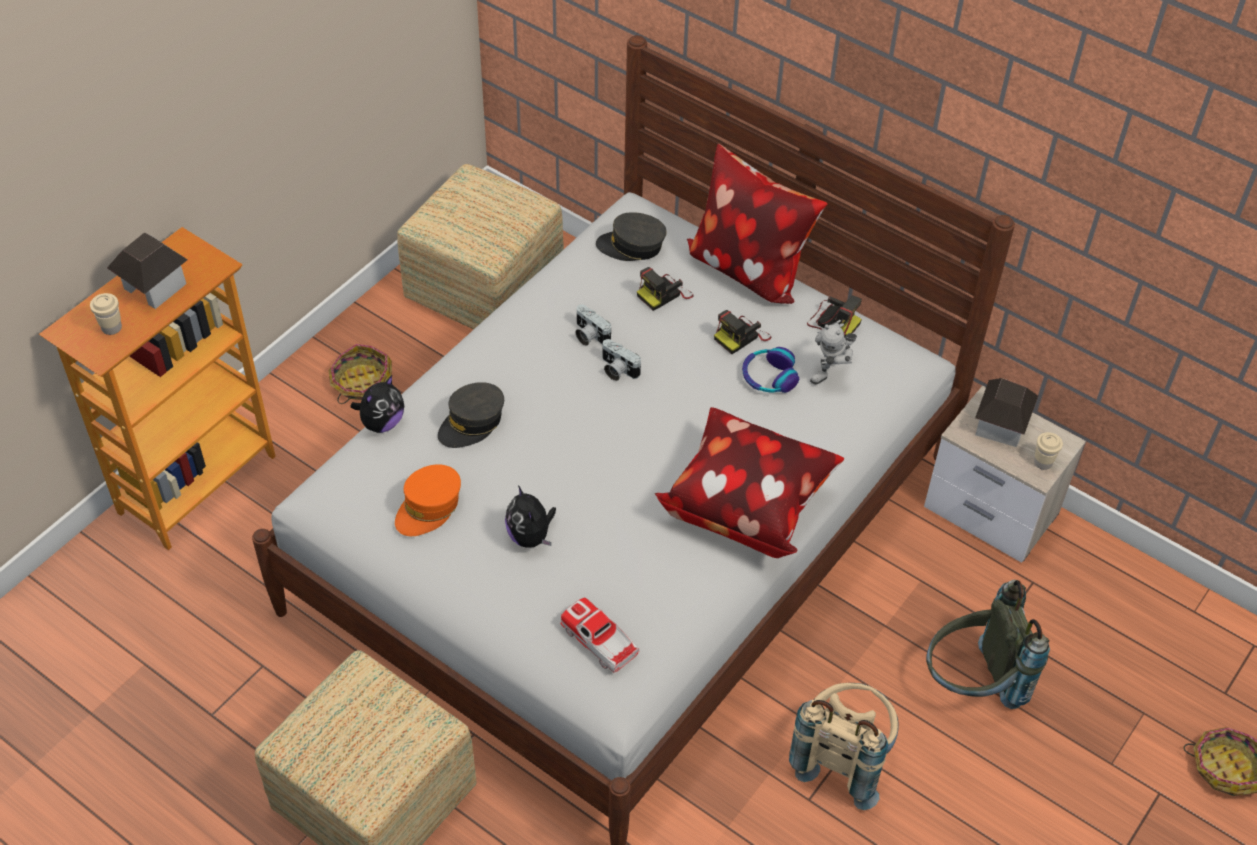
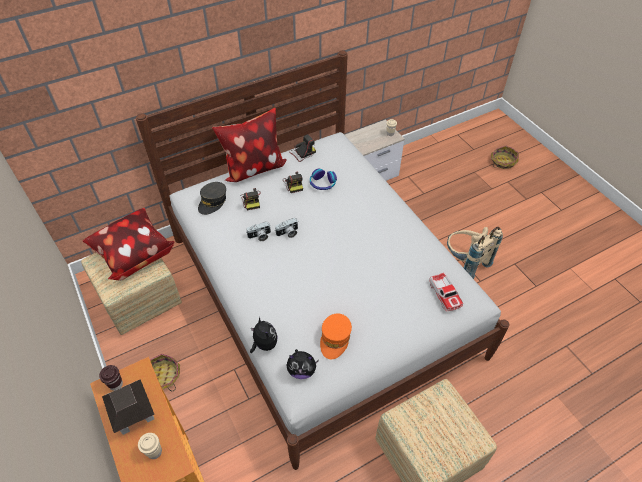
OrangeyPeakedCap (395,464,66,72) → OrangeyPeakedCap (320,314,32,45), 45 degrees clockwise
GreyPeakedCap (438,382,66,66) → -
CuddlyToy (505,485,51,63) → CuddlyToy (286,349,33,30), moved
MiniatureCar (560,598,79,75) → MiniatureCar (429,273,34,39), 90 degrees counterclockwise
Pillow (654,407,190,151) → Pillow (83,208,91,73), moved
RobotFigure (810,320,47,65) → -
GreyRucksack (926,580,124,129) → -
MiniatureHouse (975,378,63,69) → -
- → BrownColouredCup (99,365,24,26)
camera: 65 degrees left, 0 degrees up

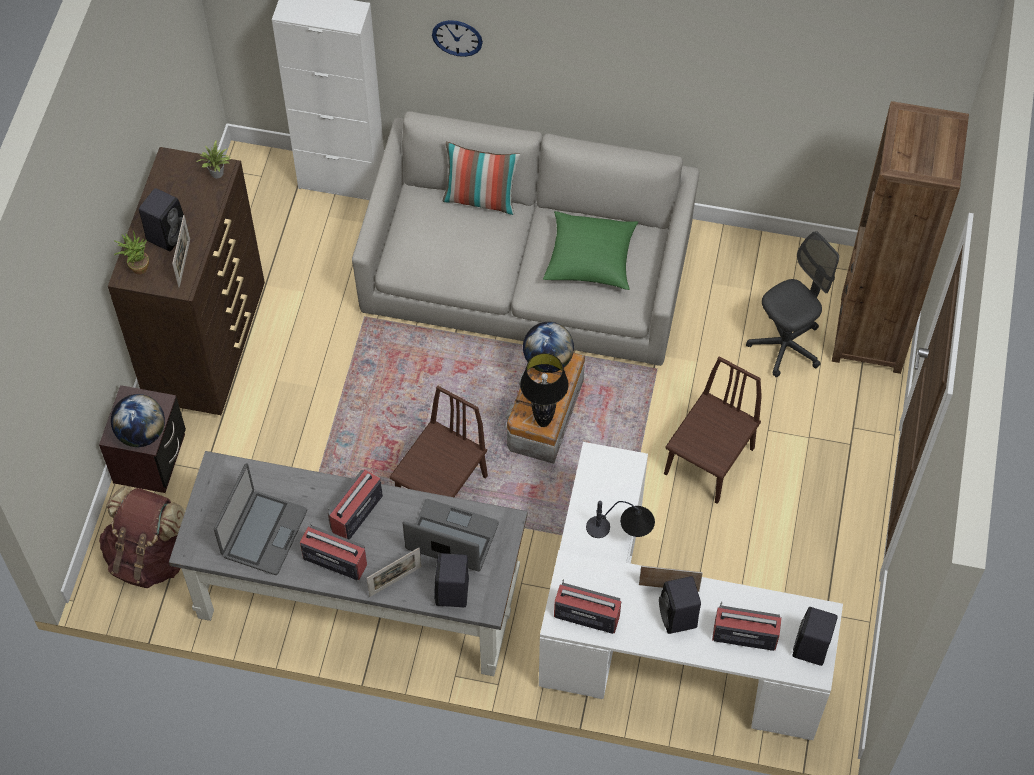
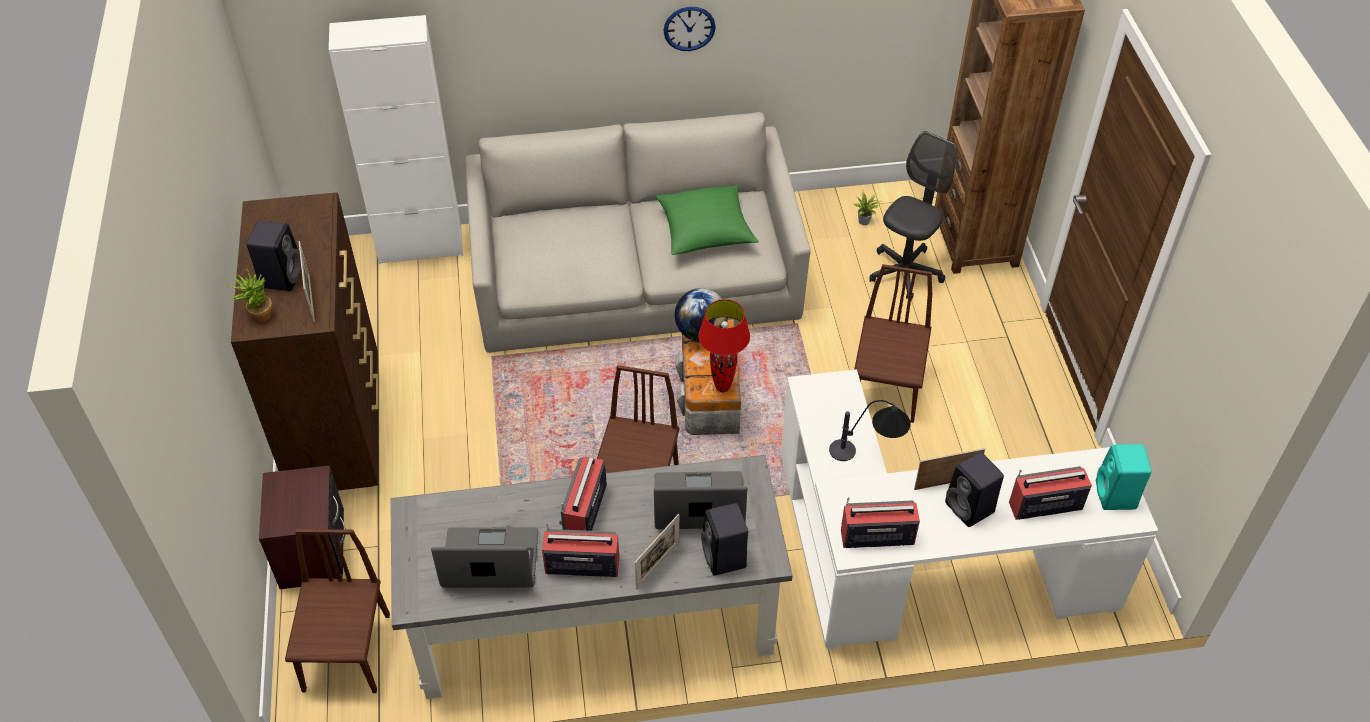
BrownColouredRucksack (99,486,86,102) → BrownColouredChair (285,529,105,164)
DeskGlobe (111,394,54,53) → -
PlantInAPot (197,141,35,38) → PlantInAPot (853,191,29,34), moved
PortableComputer (214,463,93,112) → PortableComputer (431,527,107,61), 90 degrees counterclockwise
WallClock (432,20,51,37) → WallClock (663,7,53,44), moved
Pillow (443,142,77,73) → -
BlackColouredTabletopLamp (520,353,49,74) → RedColouredTabletopLamp (698,299,52,94)
BlackColouredAudioSpeaker (793,607,45,59) → TurquoiseColouredAudioSpeaker (1096,444,55,66)
camera: 20 degrees left, 10 degrees down

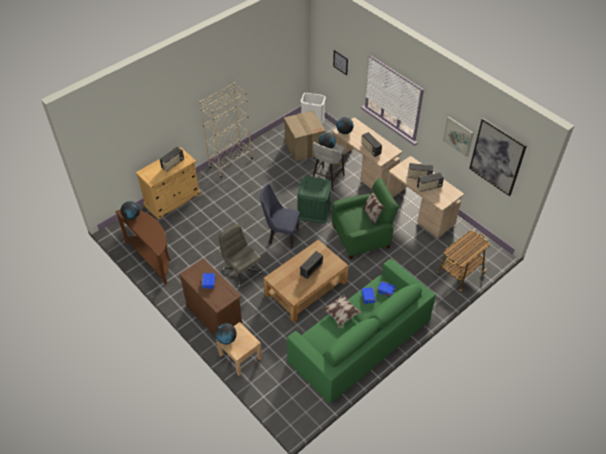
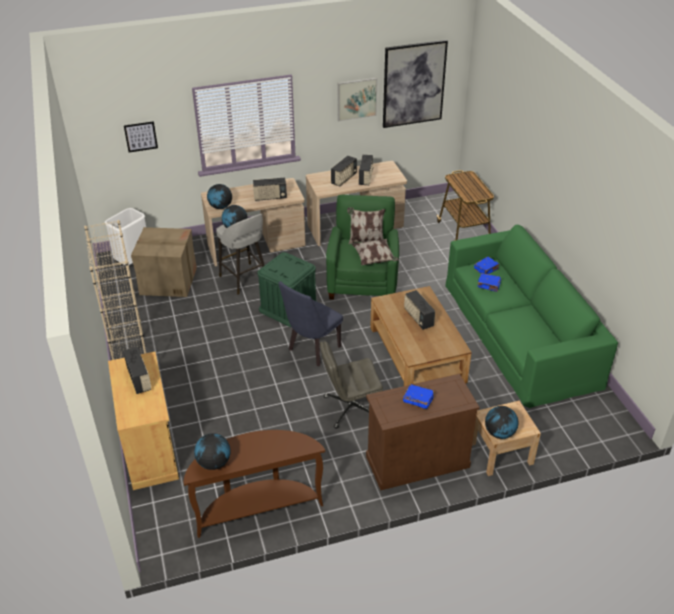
Pillow (322,294,40,35) → Pillow (352,239,47,26), moved
camera: 65 degrees left, 10 degrees down

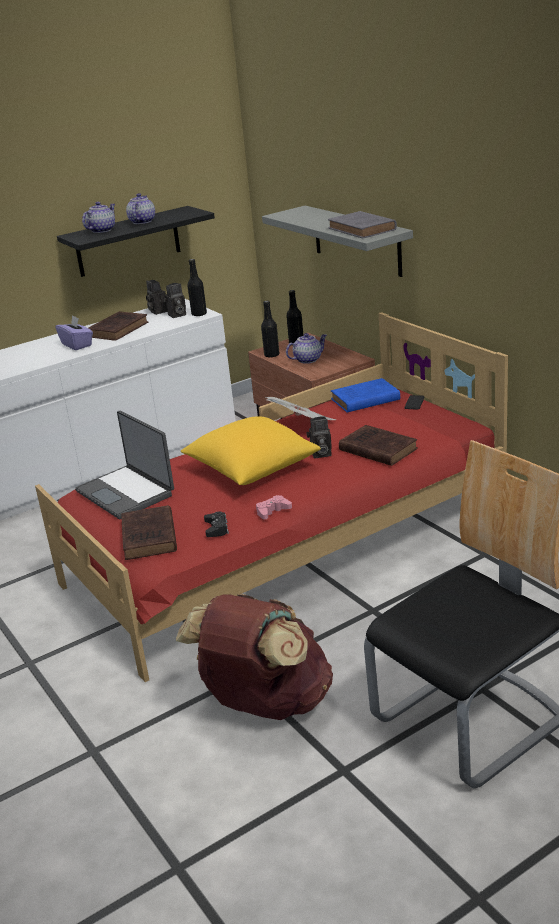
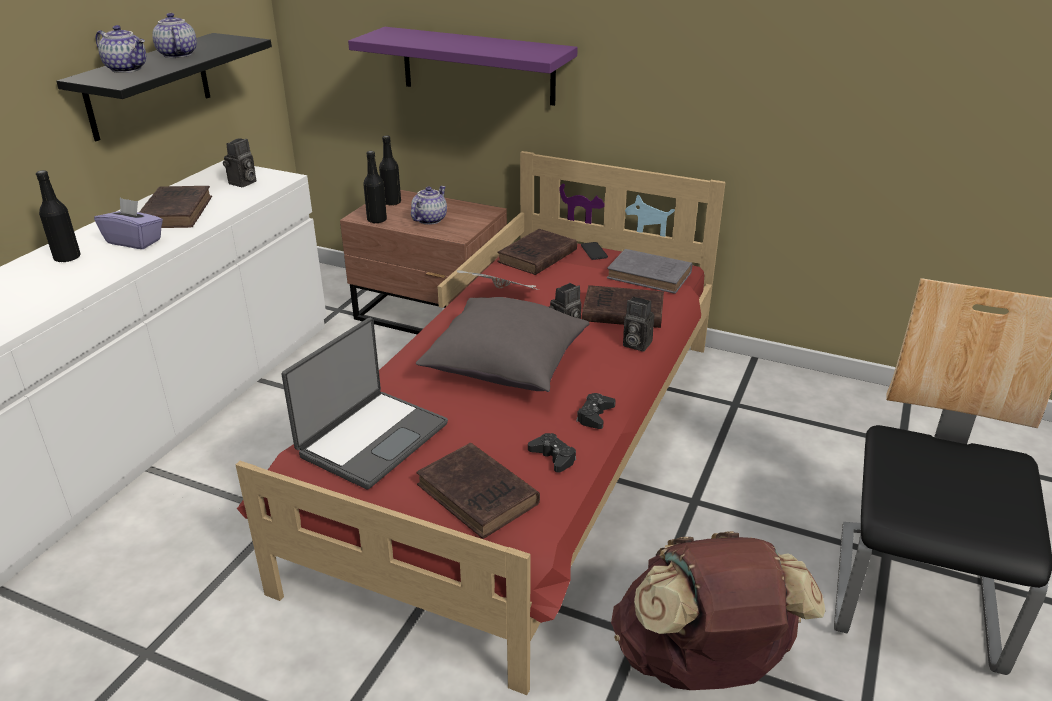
PortableComputer (75,411,99,108) → PortableComputer (281,318,167,172), 75 degrees counterclockwise
PotForTea (82,202,33,31) → PotForTea (95,25,51,48), 120 degrees clockwise
StillCamera (146,280,21,35) → StillCamera (623,297,31,55), moved
YellowColouredPillow (181,416,140,69) → GreyPillow (416,297,173,95)
BlackColouredDrinkBottle (187,259,20,57) → BlackColouredDrinkBottle (36,170,45,93), moved
PinkishGameController (256,495,36,24) → BlackColouredGameController (576,393,40,36)
GreyBracketShelf (262,206,151,71) → PurplishBracketShelf (348,27,230,79)
GreyBook (328,211,69,27) → GreyBook (607,249,85,45), moved
BlueColouredBook (331,378,69,34) → BrownColouredBook (497,229,80,46)
camera: 35 degrees left, 5 degrees up

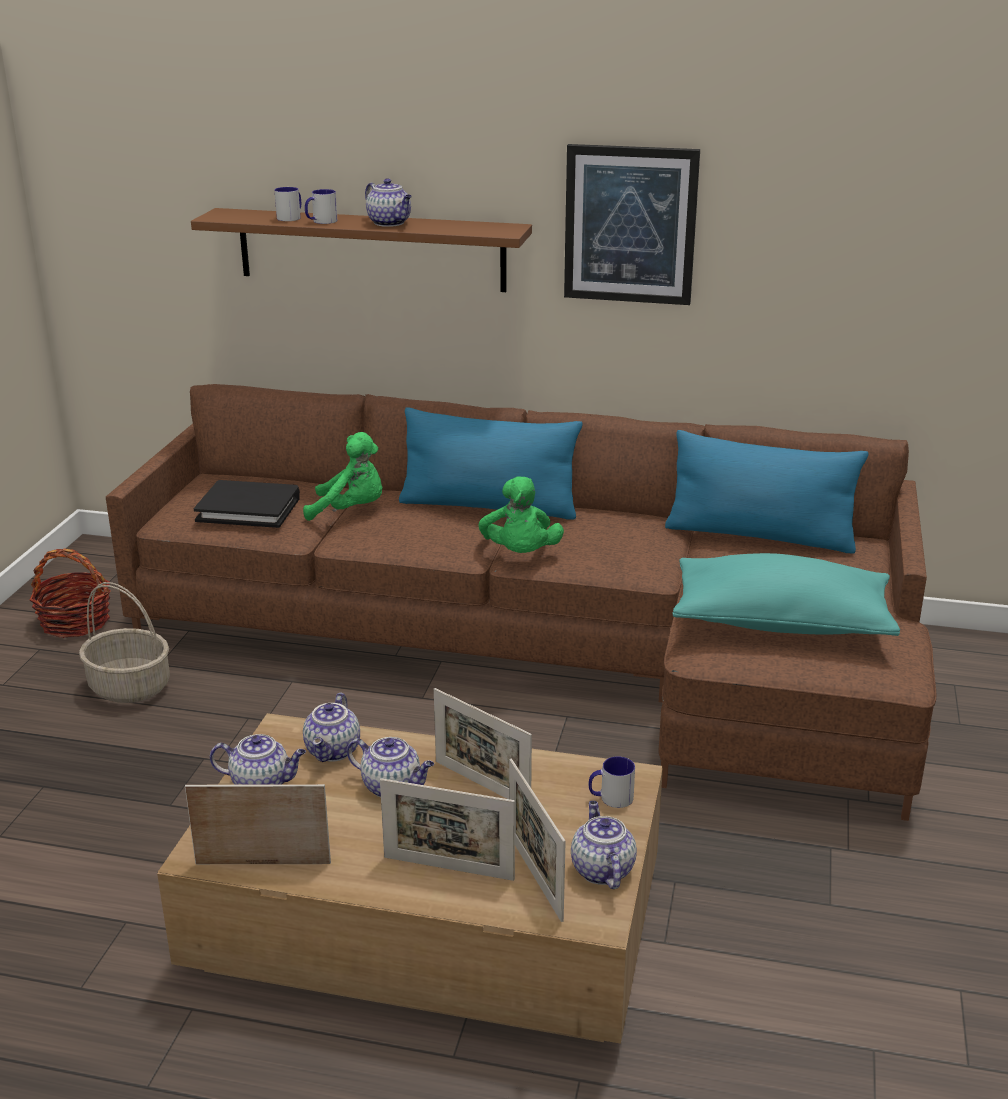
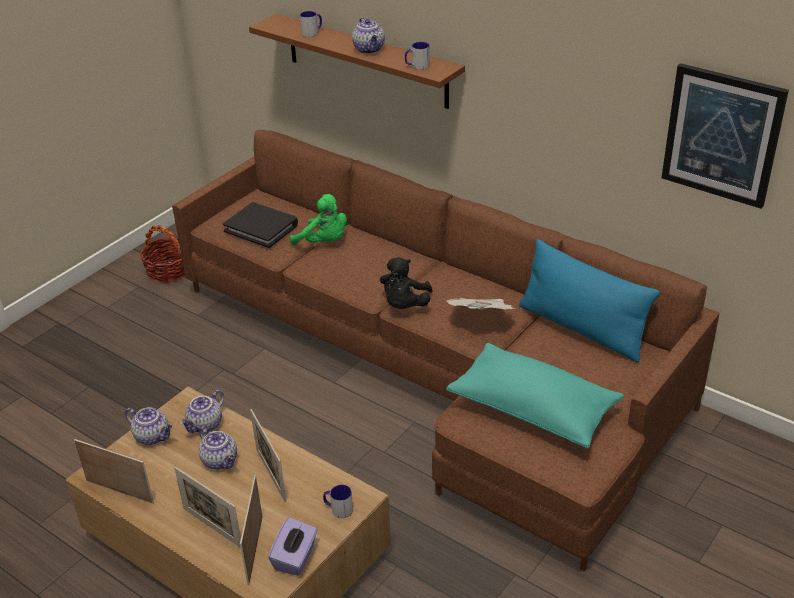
Basket (79,582,91,121) → -
TeaMug (305,189,32,35) → TeaMug (405,42,25,28), moved
BlueColouredPillow (399,407,184,113) → -
GreenColouredCuddlyToy (479,476,85,77) → BlackColouredCuddlyToy (380,257,53,52)
WallArt (564,144,136,161) → WallArt (662,63,127,146), moved
PotForTea (571,801,66,88) → PurplishTissueBox (269,517,48,59)
- → PrintedPaper (446,298,70,13)
camera: 25 degrees right, 10 degrees up

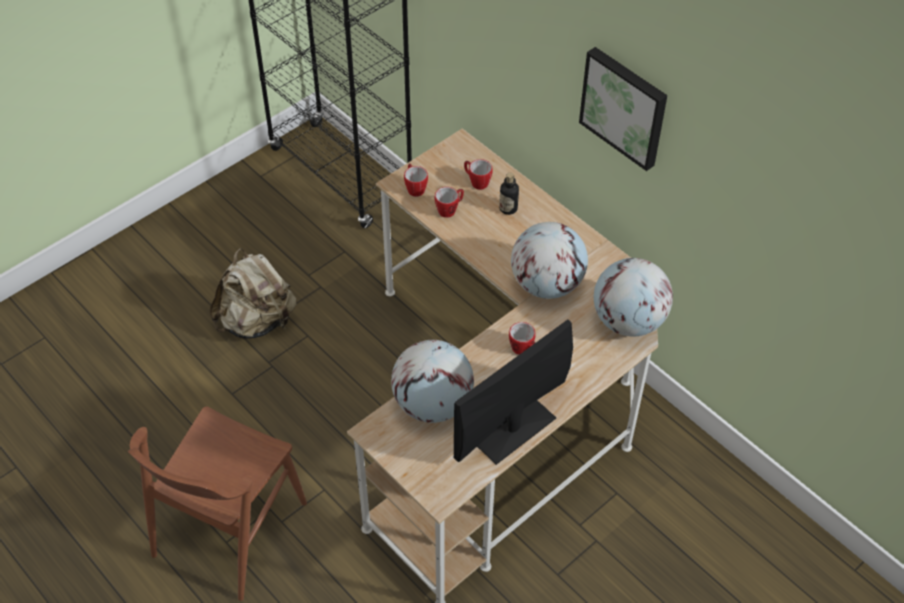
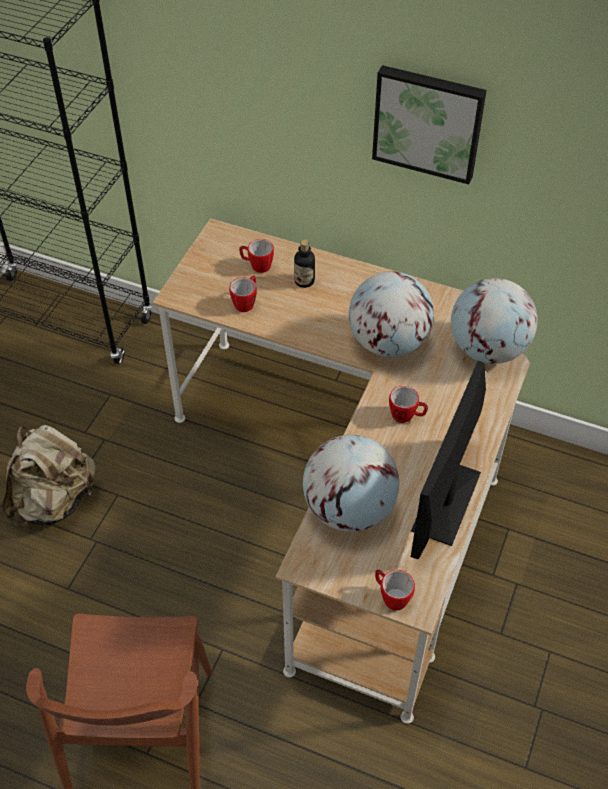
TeaMug (404,164,24,33) → TeaMug (375,570,40,41), moved
camera: 25 degrees left, 0 degrees up

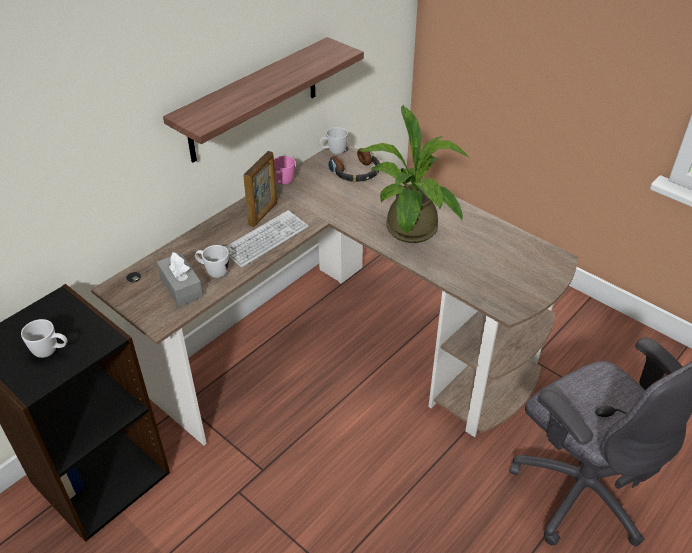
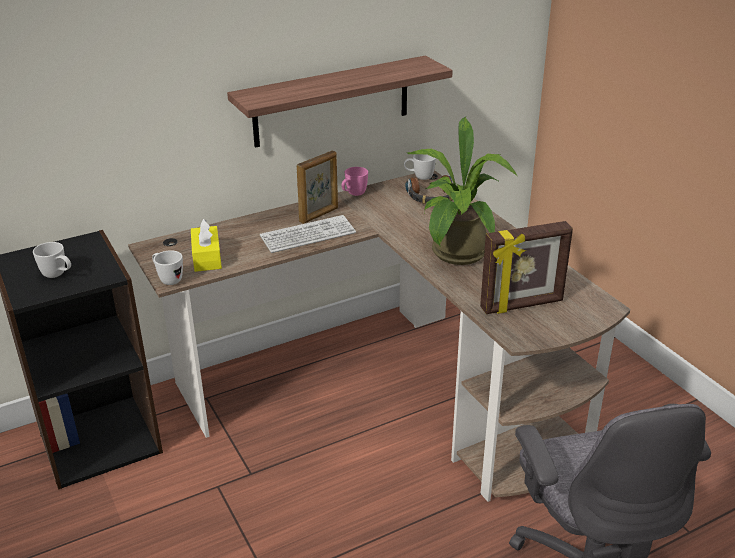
GreyTissueBox (157,252,46,54) → YellowColouredTissueBox (191,219,31,53)
WhitishTeaMug (195,245,34,33) → WhitishTeaMug (152,250,31,35), moved
- → PictureFrame (480,221,93,93)
camera: 20 degrees right, 10 degrees down

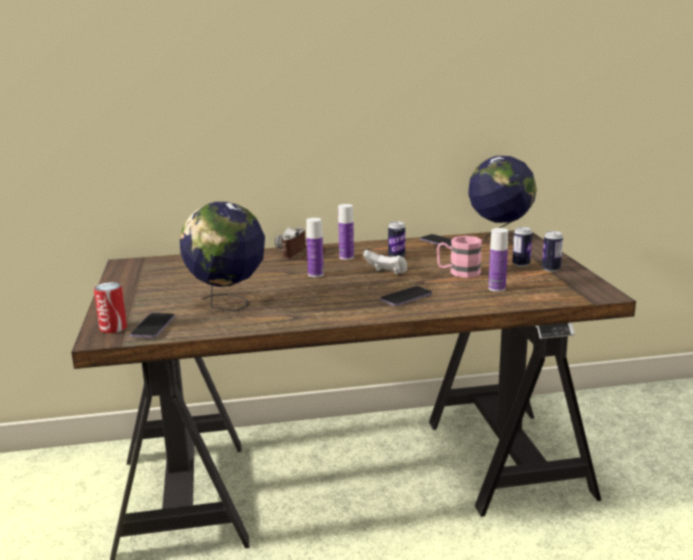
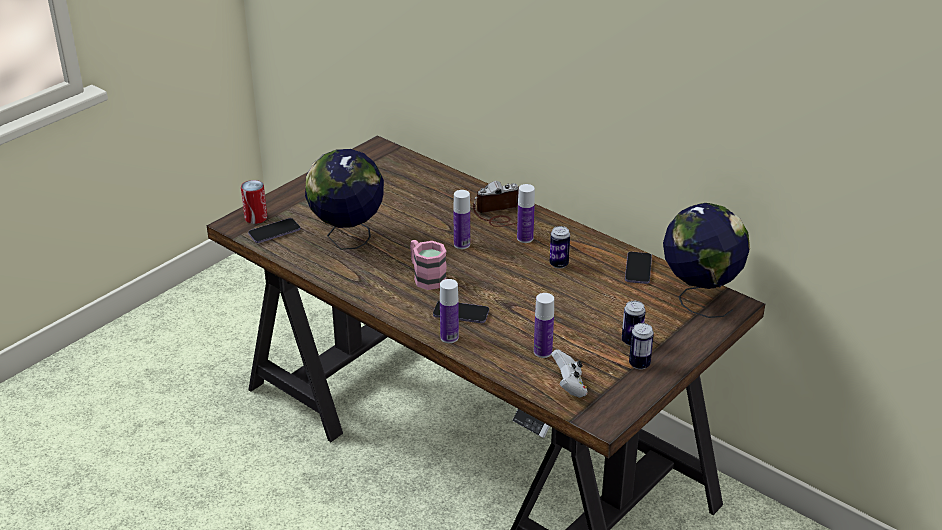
WhitishGameController (363,250,44,25) → WhitishGameController (551,350,37,48), moved
PinkishTeaMug (437,236,45,42) → PinkishTeaMug (410,240,37,50), moved
- → DrinkBottle (440,279,19,64)
camera: 50 degrees right, 15 degrees up

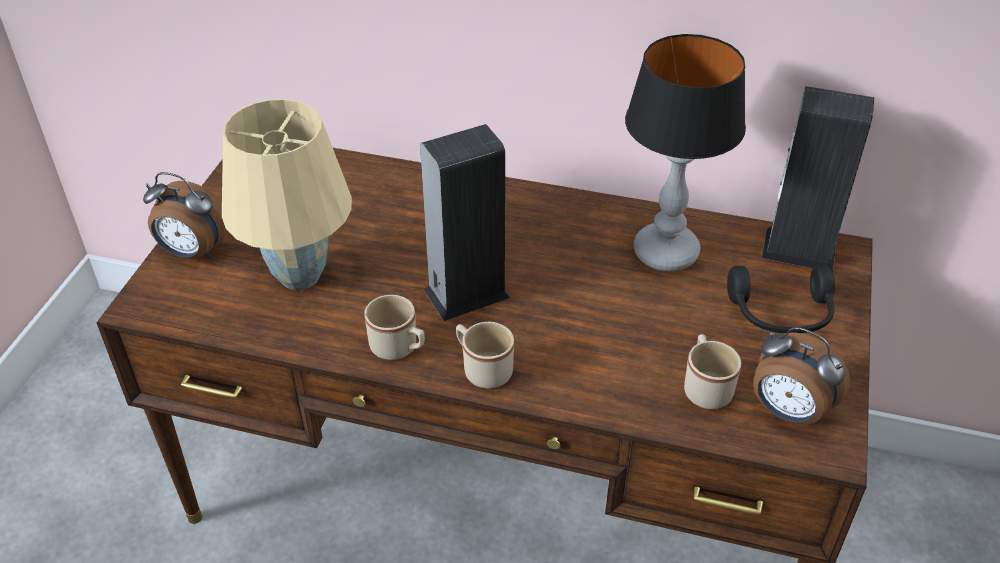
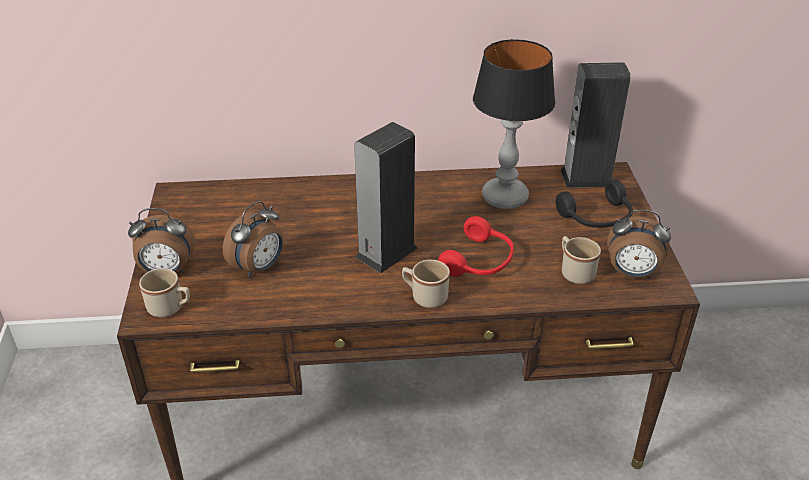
SandColouredTabletopLamp (222,99,130,191) → BedsideClock (223,201,60,76)
SandColouredTeaMug (364,295,61,65) → SandColouredTeaMug (139,268,51,49), moved
- → RedColouredPairOfHeadphones (438,216,76,61)
camera: 20 degrees left, 5 degrees down

